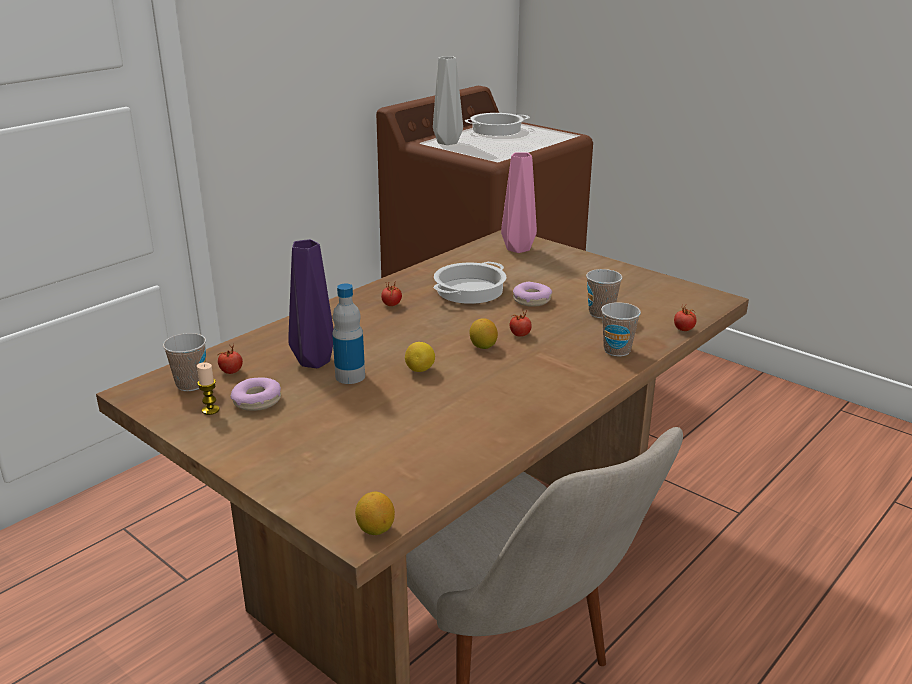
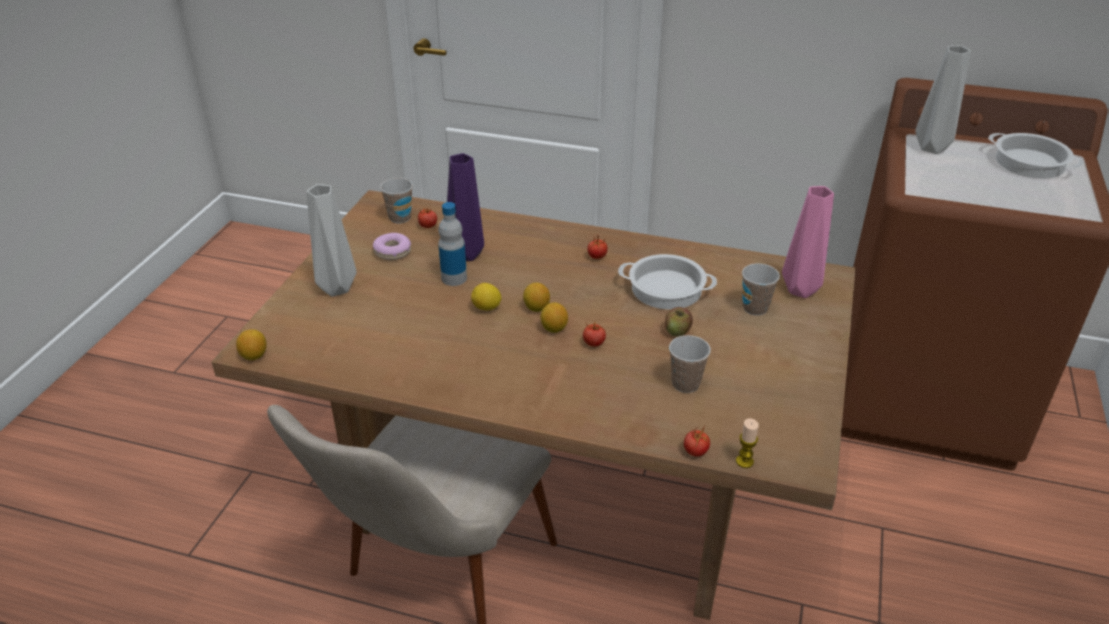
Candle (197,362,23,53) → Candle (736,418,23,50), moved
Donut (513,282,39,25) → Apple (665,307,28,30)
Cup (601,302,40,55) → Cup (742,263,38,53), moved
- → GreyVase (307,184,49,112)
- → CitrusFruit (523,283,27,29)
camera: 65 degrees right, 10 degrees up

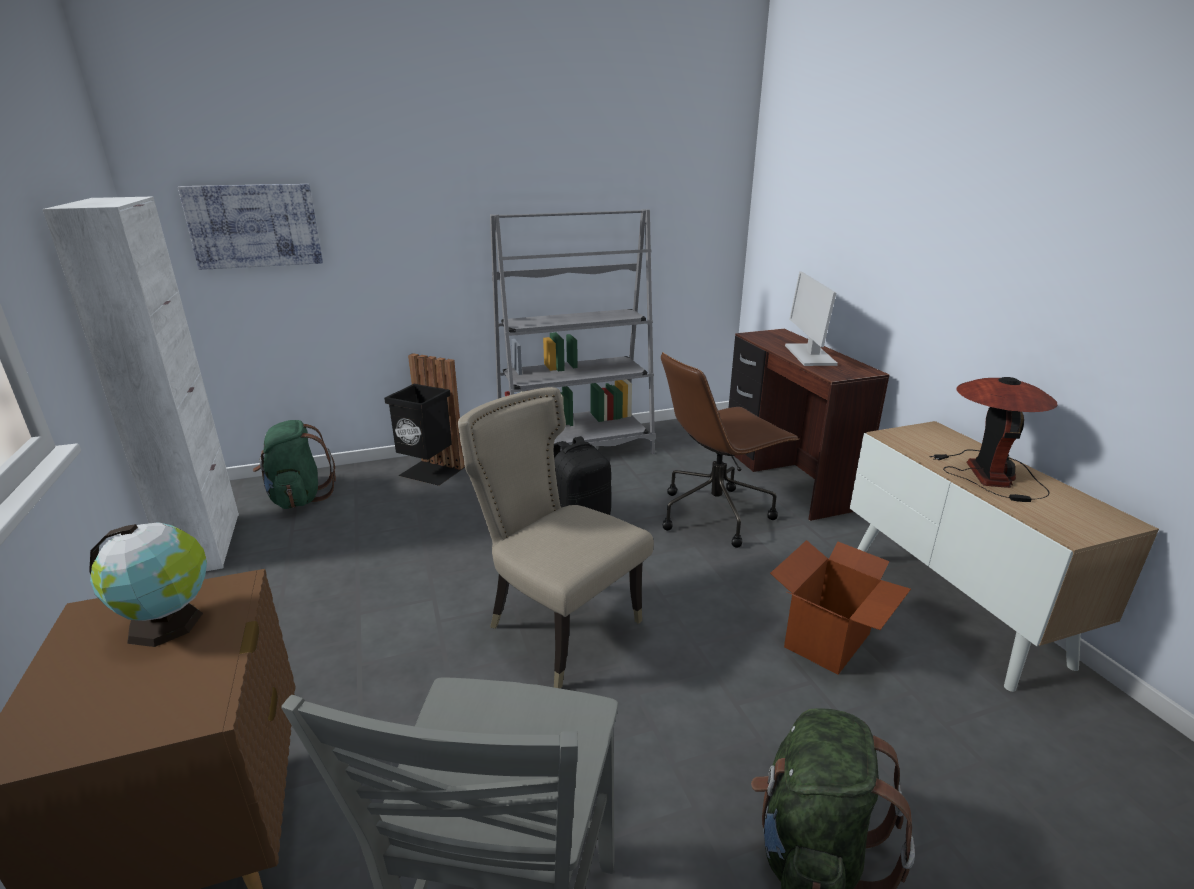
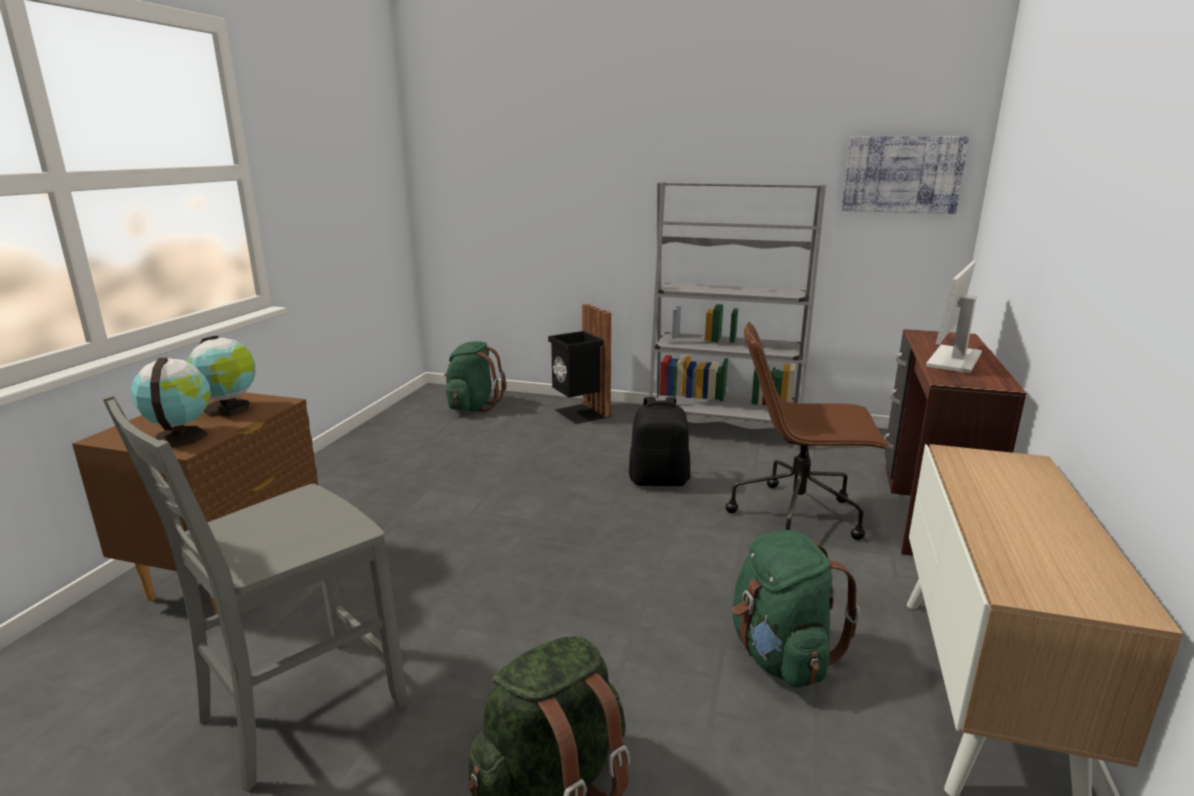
WhitishCabinet (42,196,197,375) → -
WallArt (178,184,145,86) → WallArt (841,136,128,78), moved
SandColouredChair (458,387,196,301) → -
PackingBox (770,540,141,135) → GreenColouredRucksack (733,530,127,158)
TabletopLamp (930,377,128,125) → -
- → DeskGlobe (130,358,81,90)
camera: 35 degrees right, 5 degrees down

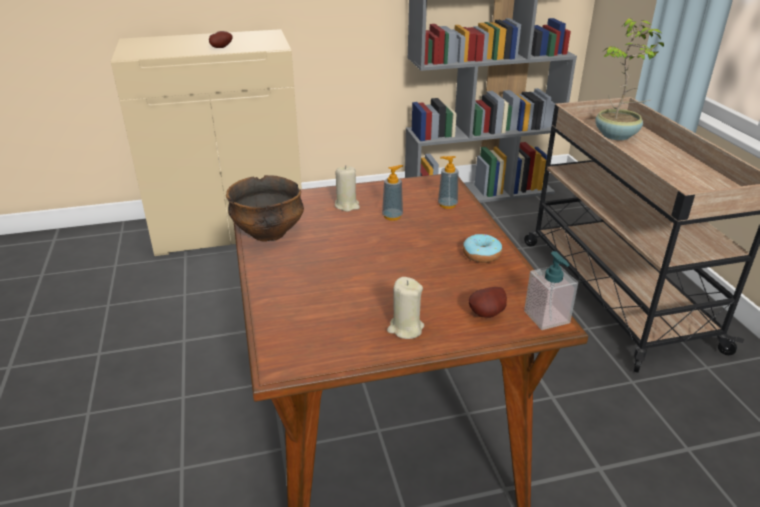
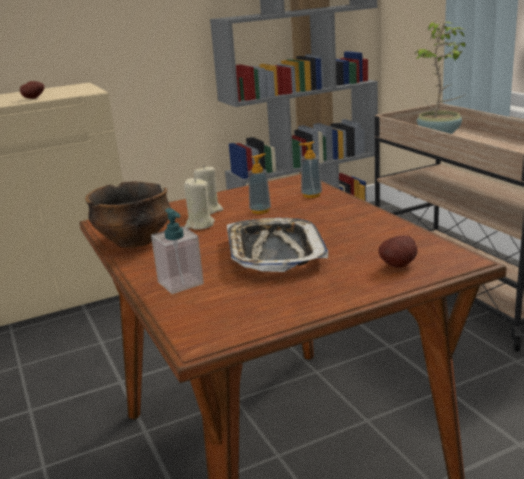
SandColouredCandle (387,277,37,62) → SandColouredCandle (184,177,31,53), moved
Donut (463,234,39,29) → -
LiquidSoapBottle (524,251,54,79) → LiquidSoapBottle (151,208,53,86), moved
- → CarryingTray (227,218,101,54)
camera: 10 degrees left, 10 degrees down

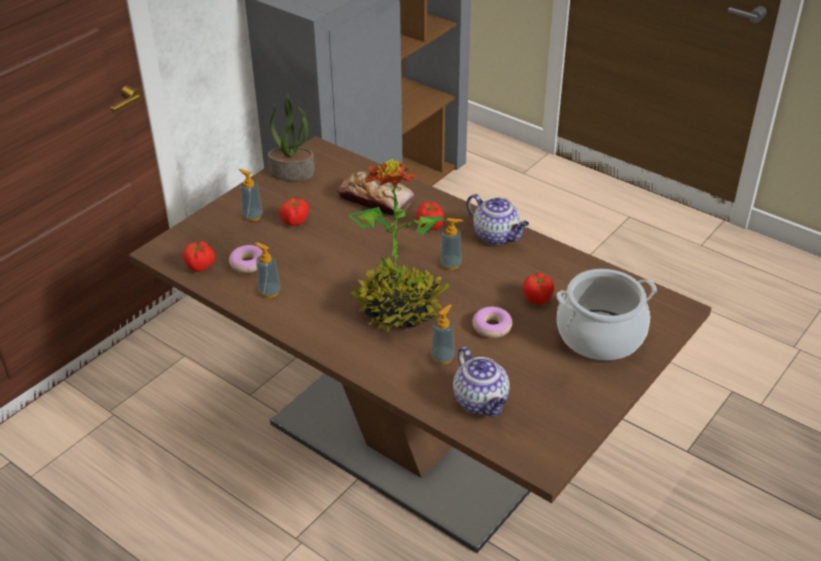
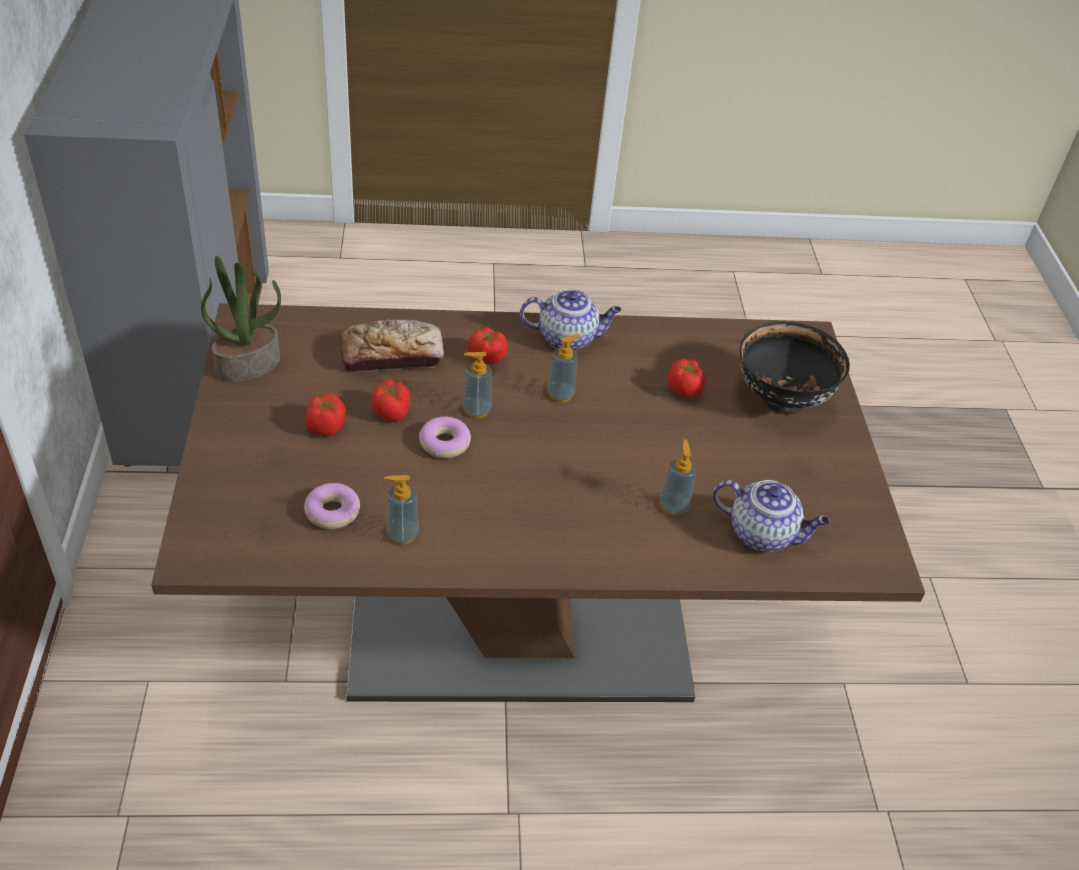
Tomato (183,241,32,31) → Tomato (371,379,39,42), moved
LiquidSoapBottle (239,169,24,52) → LiquidSoapBottle (463,352,29,67), moved
PlantInAPot (348,159,102,173) → -
Donut (472,307,40,31) → Donut (419,417,52,41), moved
Stockpot (557,269,100,92) → BlackColouredServingBowl (739,321,111,93)
camera: 45 degrees left, 5 degrees up

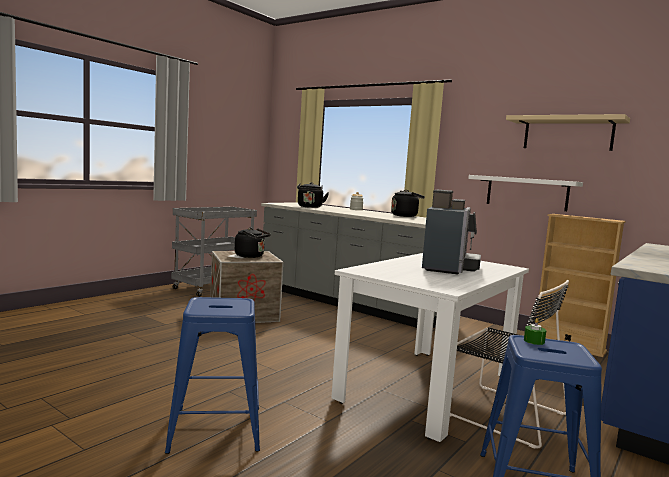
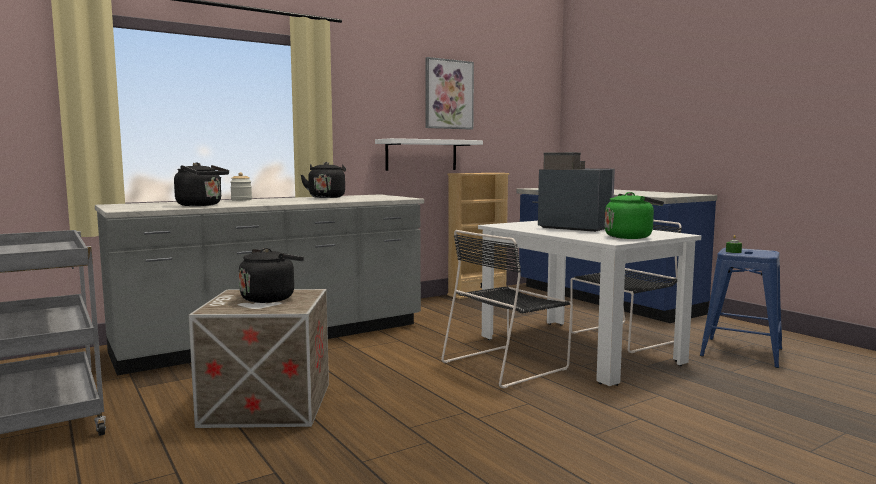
BlueColouredSittingStool (165,297,95,157) → -
SandColouredBracketShelf (506,114,124,37) → WallArt (425,57,49,73)
- → BlackColouredChair (441,230,132,158)
- → GreenColouredTeaKettle (605,192,59,47)
camera: 70 degrees left, 0 degrees up

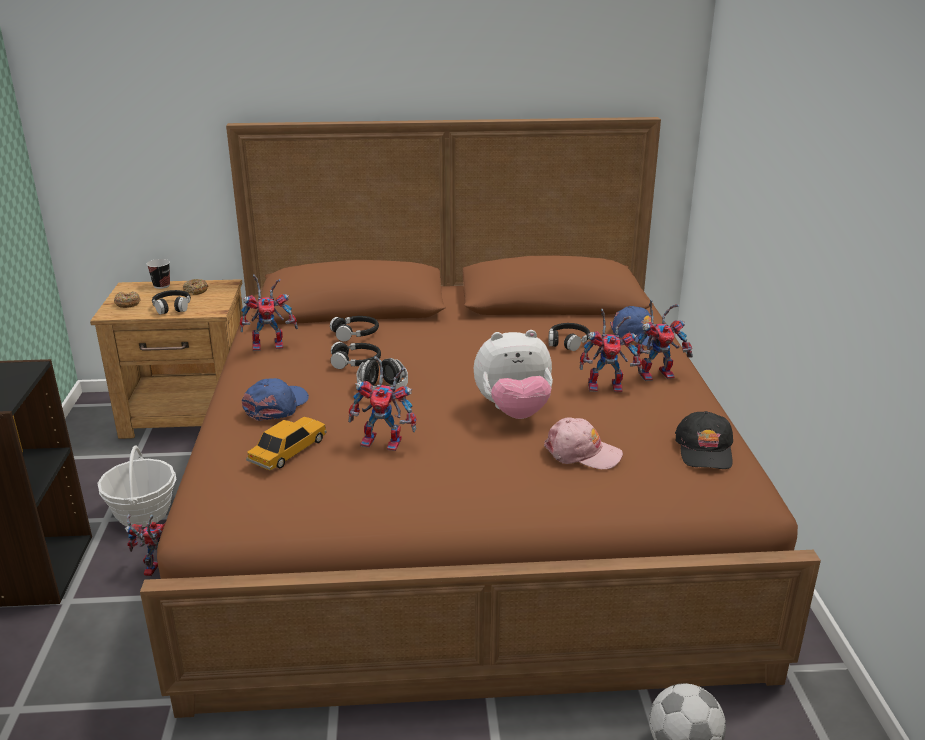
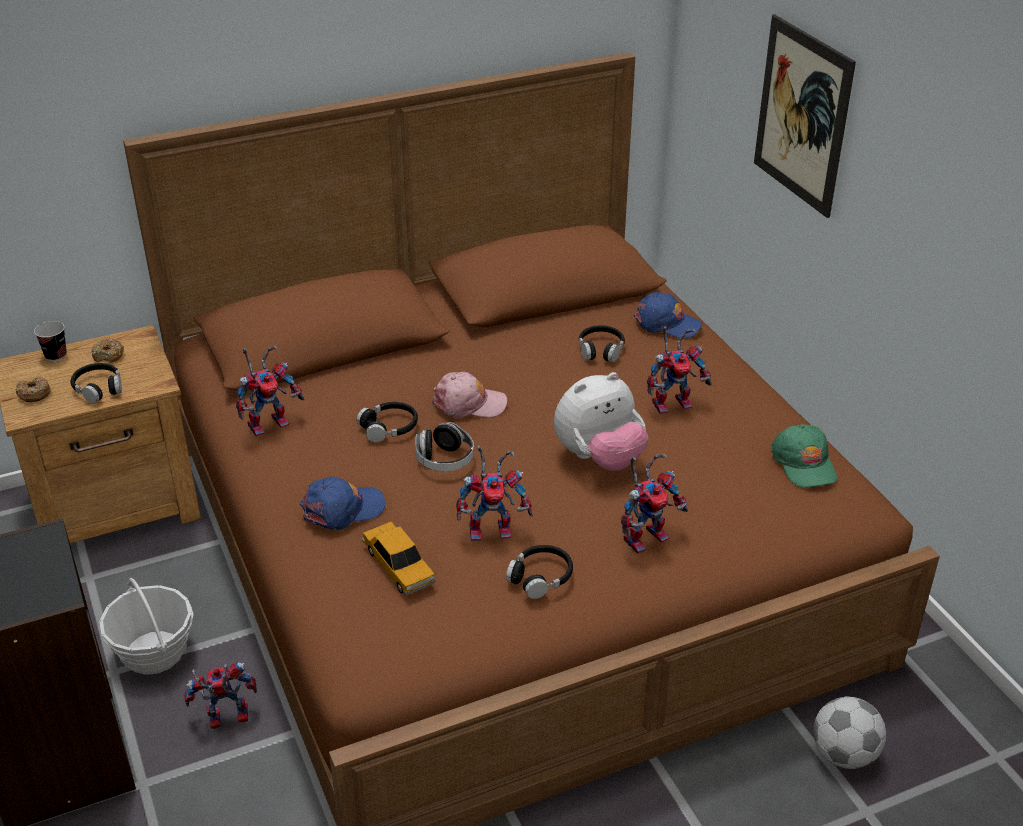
BlueColouredPeakedCap (242,378,67,43) → BlueColouredPeakedCap (300,477,85,53), 60 degrees clockwise
MiniatureCar (246,417,81,53) → MiniatureCar (362,522,74,73), 135 degrees clockwise
BlackColouredPairOfHeadphones (330,316,49,25) → BlackColouredPairOfHeadphones (506,545,67,54), moved
PinkishPeakedCap (544,417,79,53) → PinkishPeakedCap (432,372,76,47), moved
RobotFigure (635,300,58,81) → RobotFigure (621,454,67,100), moved
BlackColouredPeakedCap (675,411,58,58) → GreenColouredPeakedCap (771,424,66,64)
- → WallArt (754,14,102,204)
camera: 20 degrees left, 10 degrees up

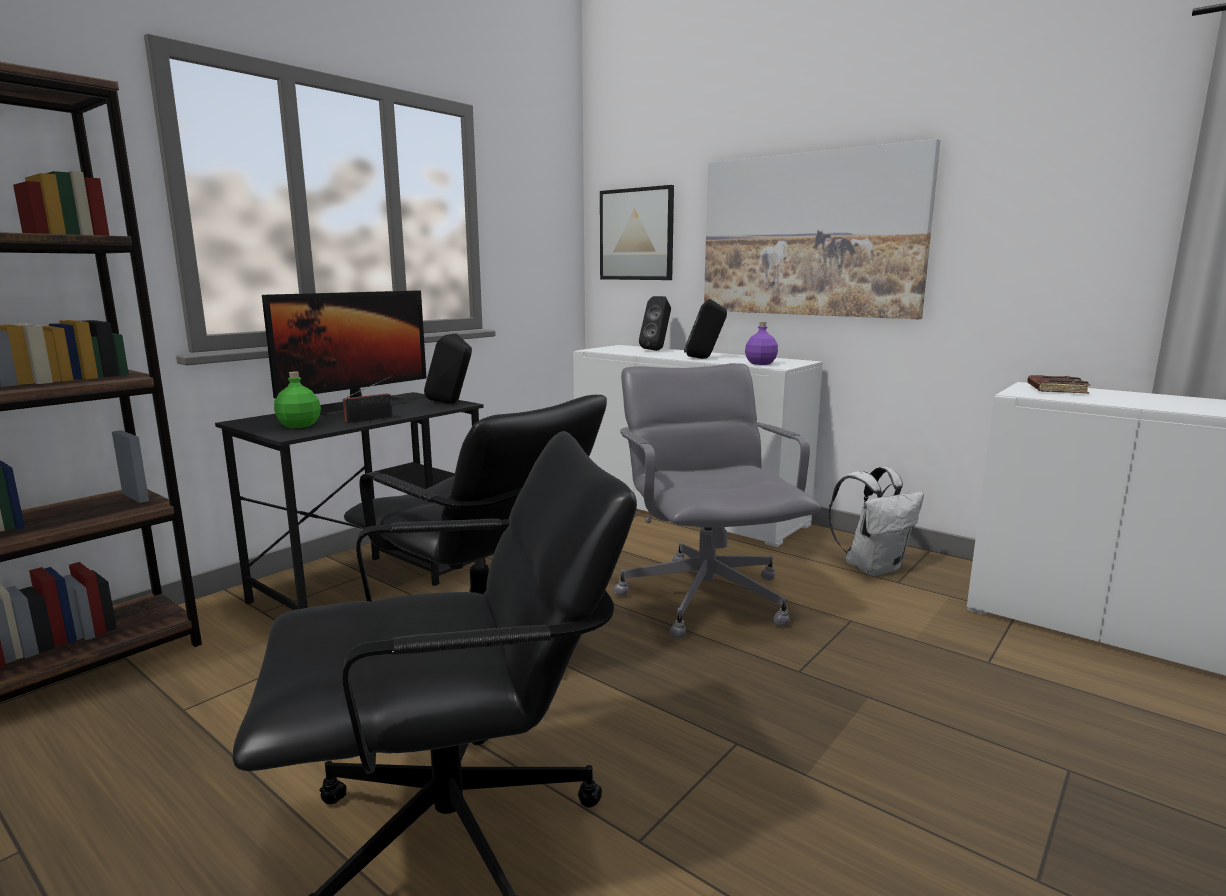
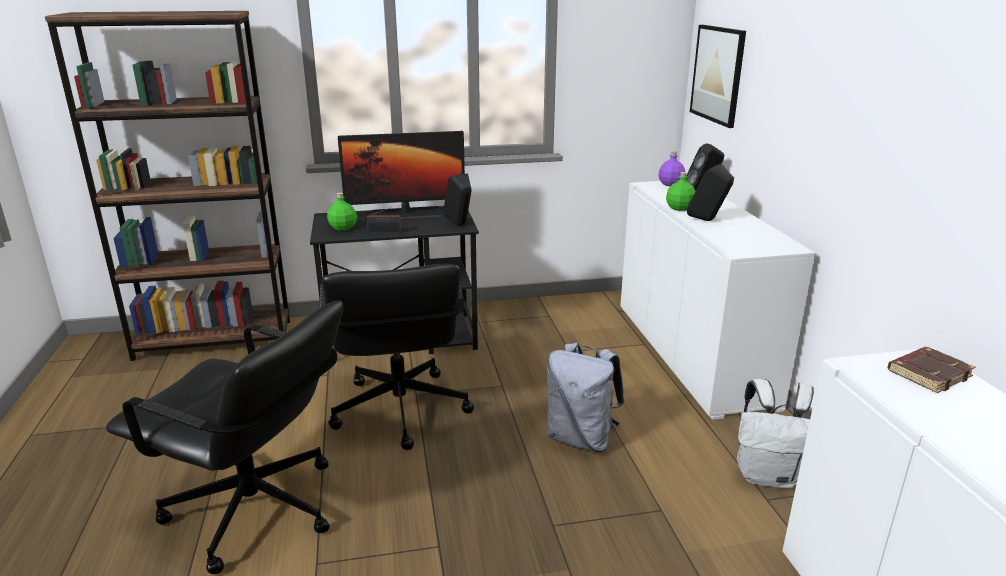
GreyOfficeChair (614,363,207,276) → GreyRucksack (547,343,77,109)
WallArt (704,139,236,180) → -
PurplishDrinkBottle (745,322,33,43) → PurplishDrinkBottle (658,151,27,35), moved
- → GreenColouredDrinkBottle (666,172,29,39)
camera: 40 degrees right, 10 degrees up

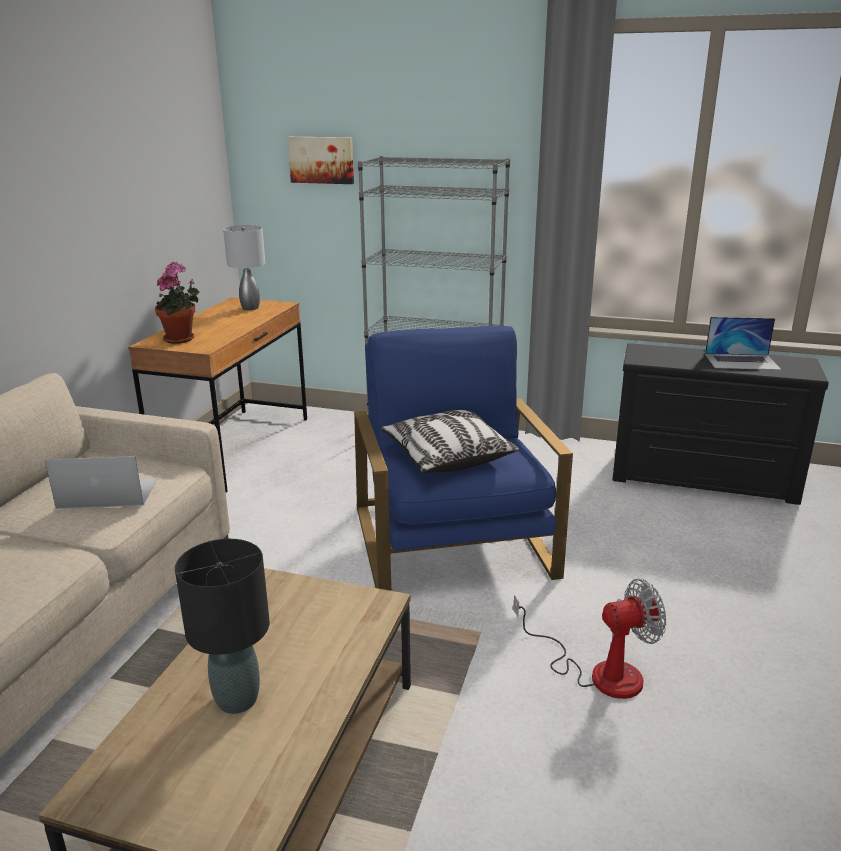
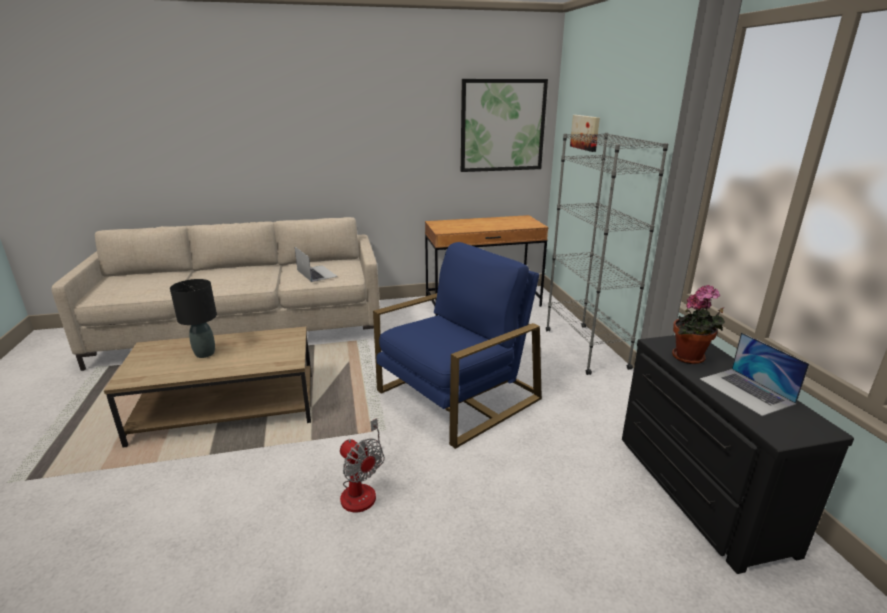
PlantInAPot (155,262,44,82) → PlantInAPot (672,285,53,79), moved
GreyTabletopLamp (223,225,43,85) → -
Pillow (381,410,138,63) → -
- → WallArt (461,79,87,93)
camera: 60 degrees right, 0 degrees up

